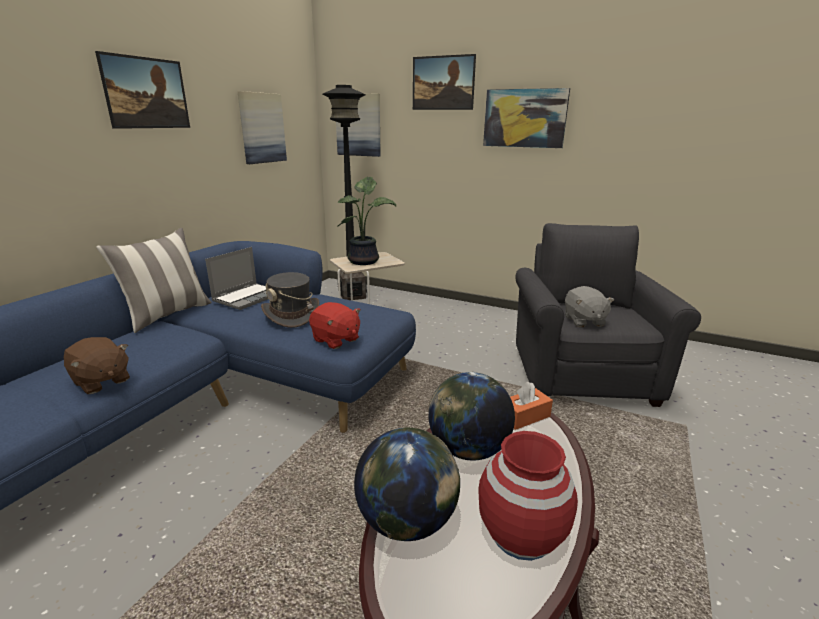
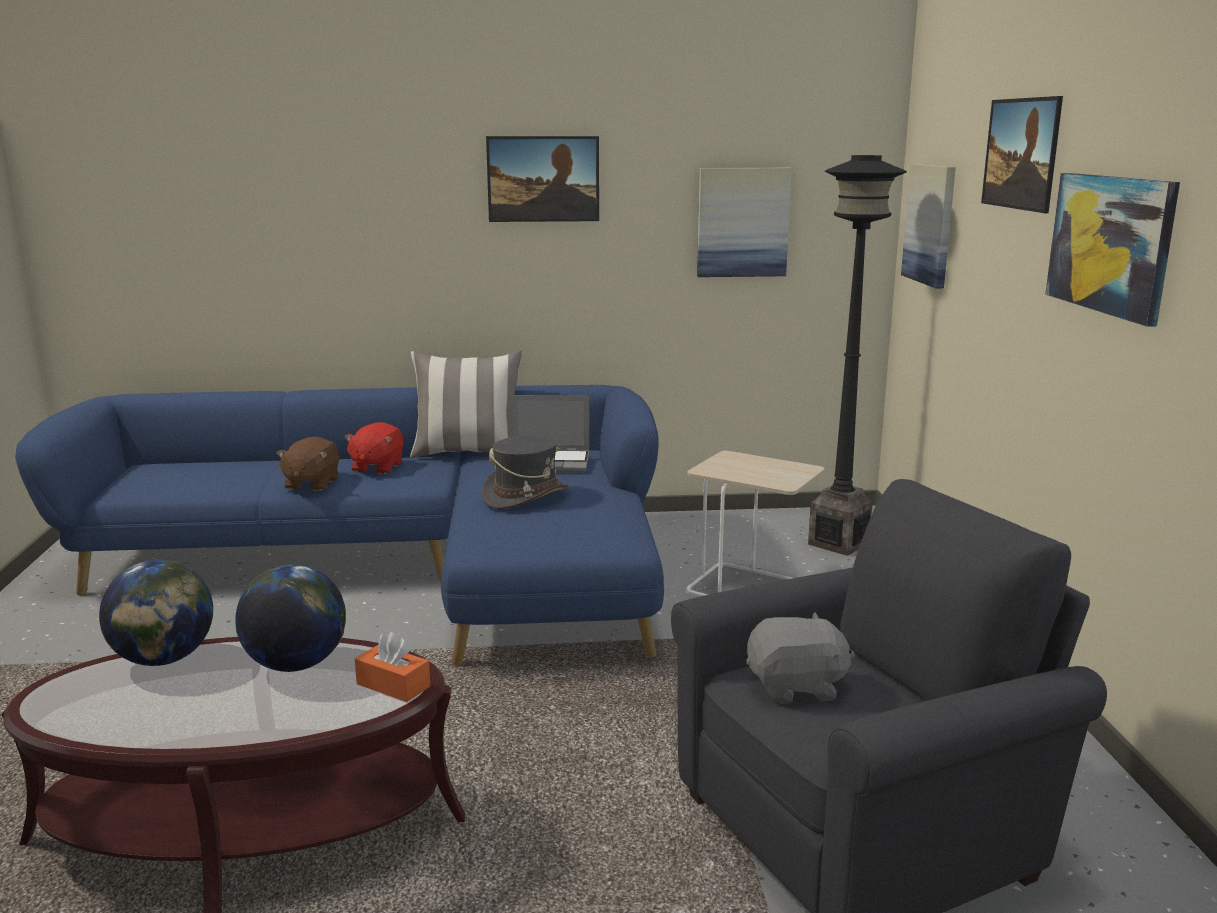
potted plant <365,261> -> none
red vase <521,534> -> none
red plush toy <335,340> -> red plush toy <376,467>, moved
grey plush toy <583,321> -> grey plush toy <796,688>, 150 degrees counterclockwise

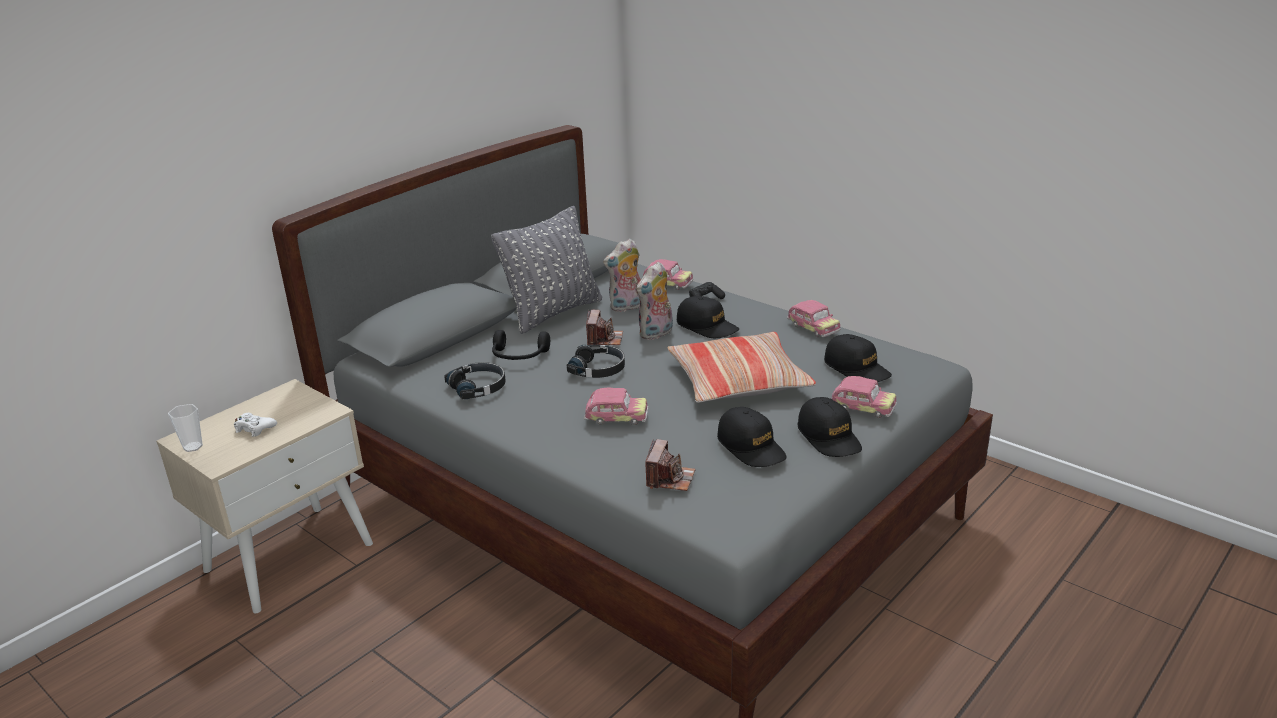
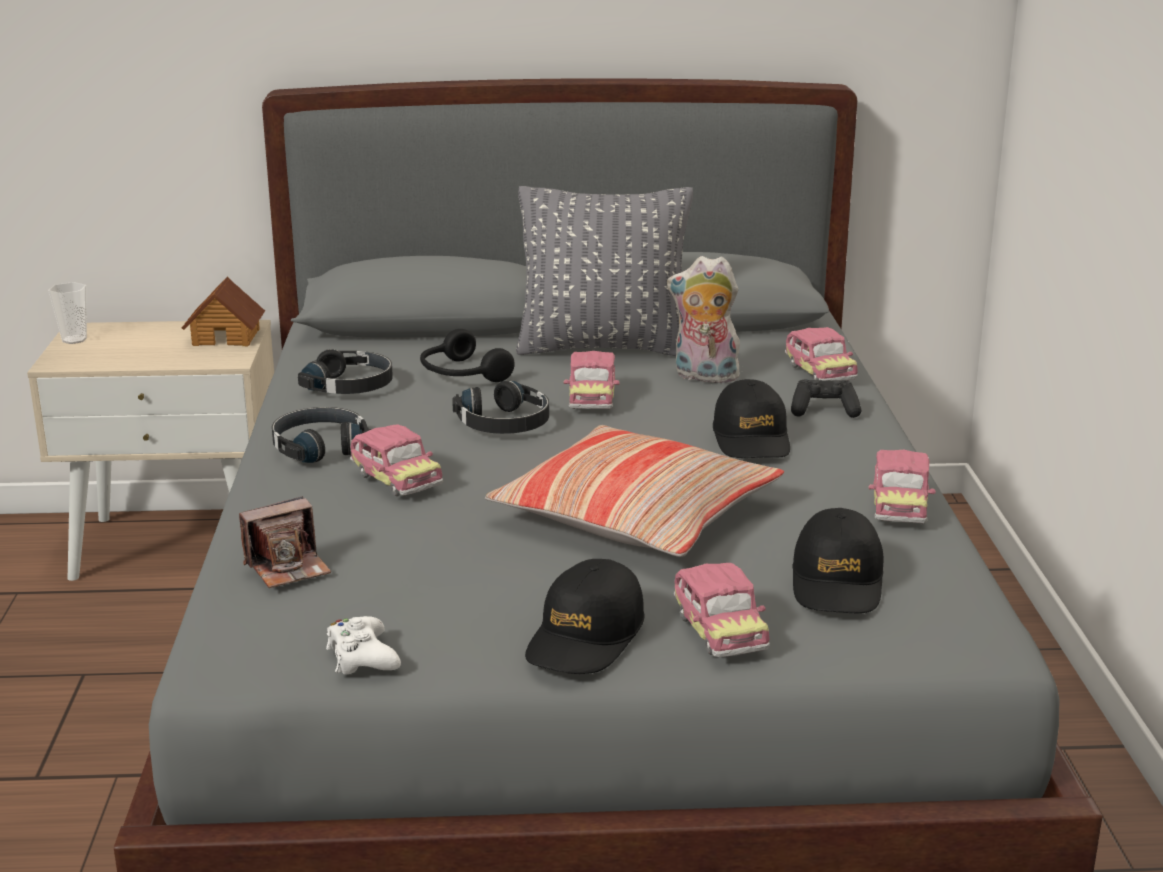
plush toy <656,334> -> none
black cap <751,447> -> none
none -> toy house <226,336>
none -> black headphones <319,447>
white game controller <254,428> -> white game controller <362,657>, moved
photo camera <604,339> -> toy car <592,398>

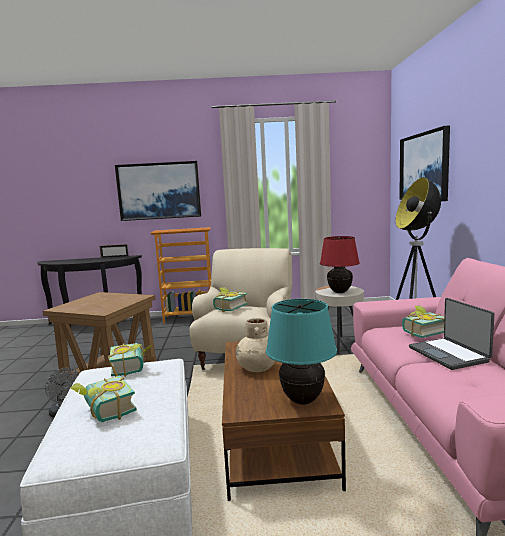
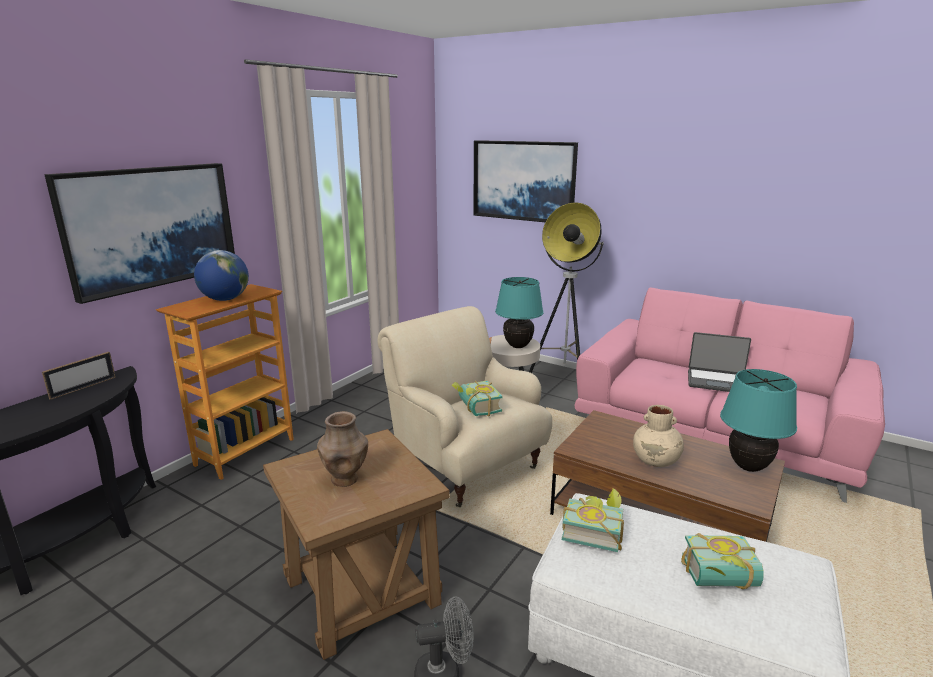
book <421,332> -> none
none -> globe <225,299>
none -> brown vase <345,479>
red table lamp <339,292> -> turquoise table lamp <517,346>

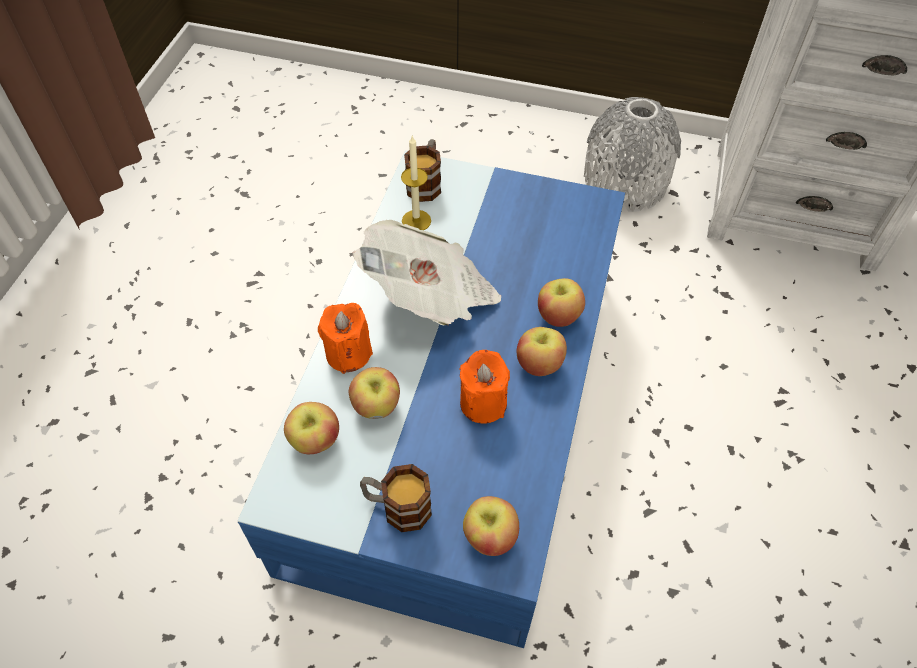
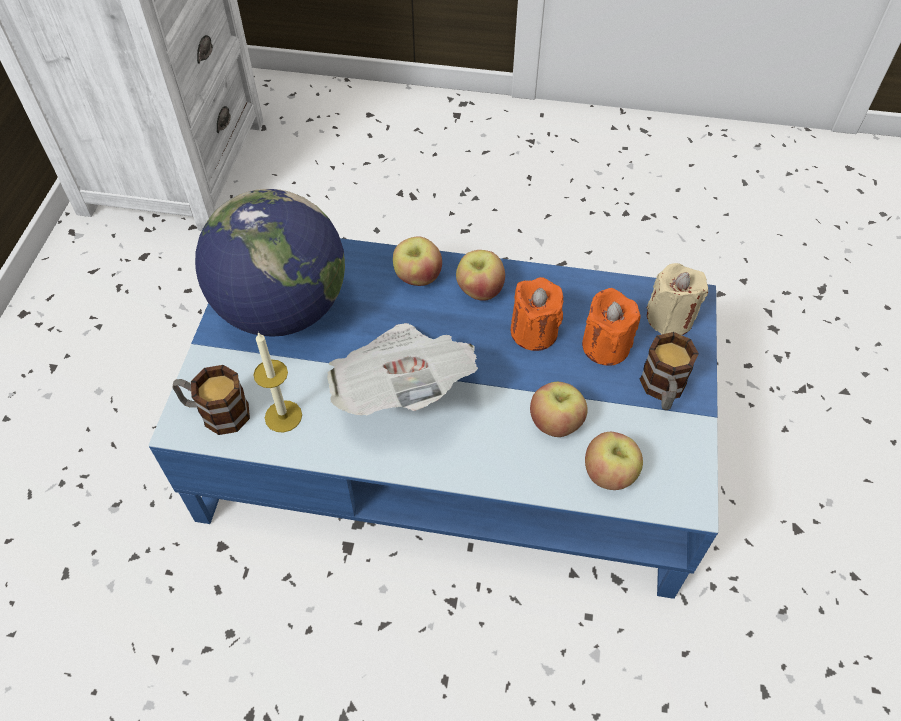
grey vase <625,182> -> none
none -> globe <282,309>
orange candle <348,353> -> orange candle <605,346>, moved
apple <490,536> -> beige candle <670,318>

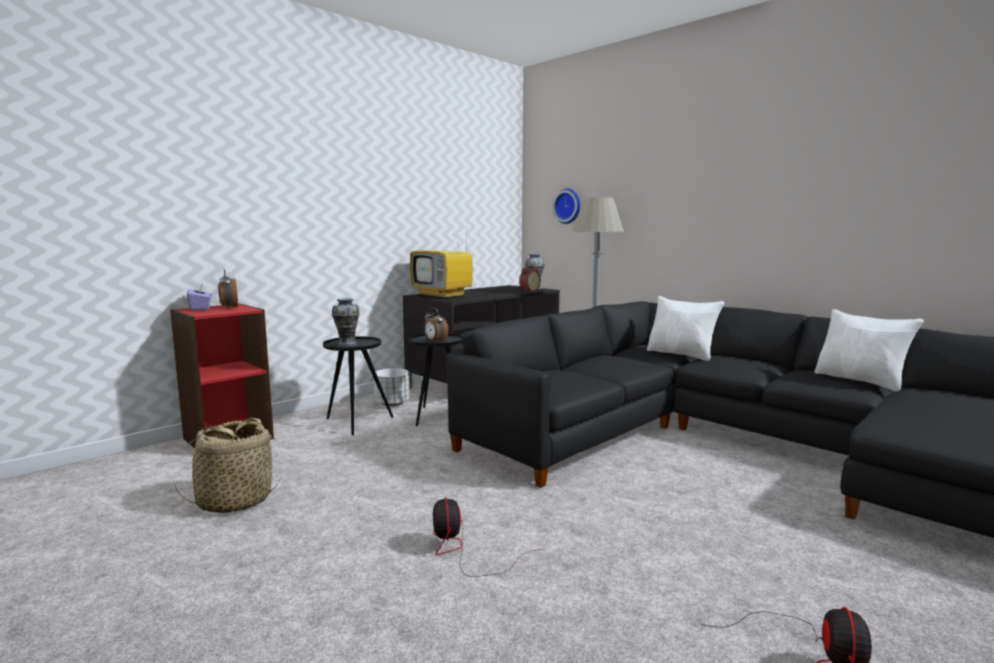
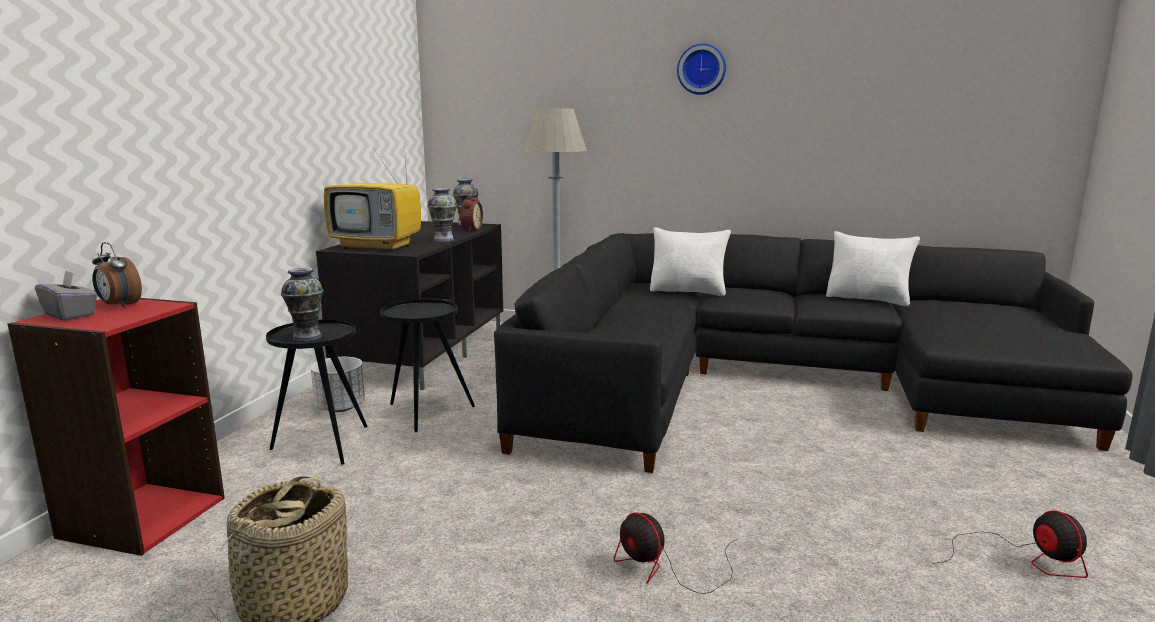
alarm clock <435,342> -> none
none -> vase <443,240>
wall clock <568,206> -> wall clock <701,69>, moved
purple tissue box <200,308> -> grey tissue box <71,315>

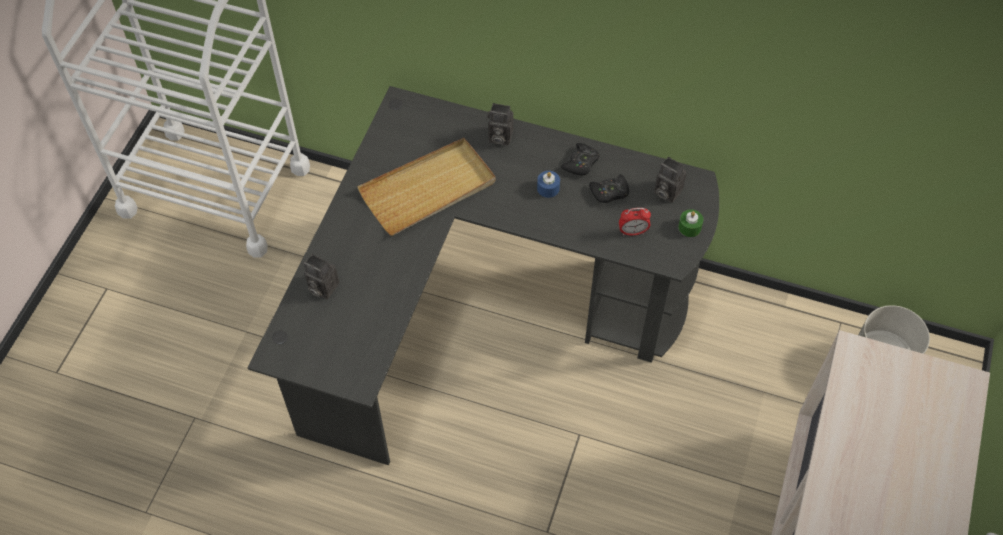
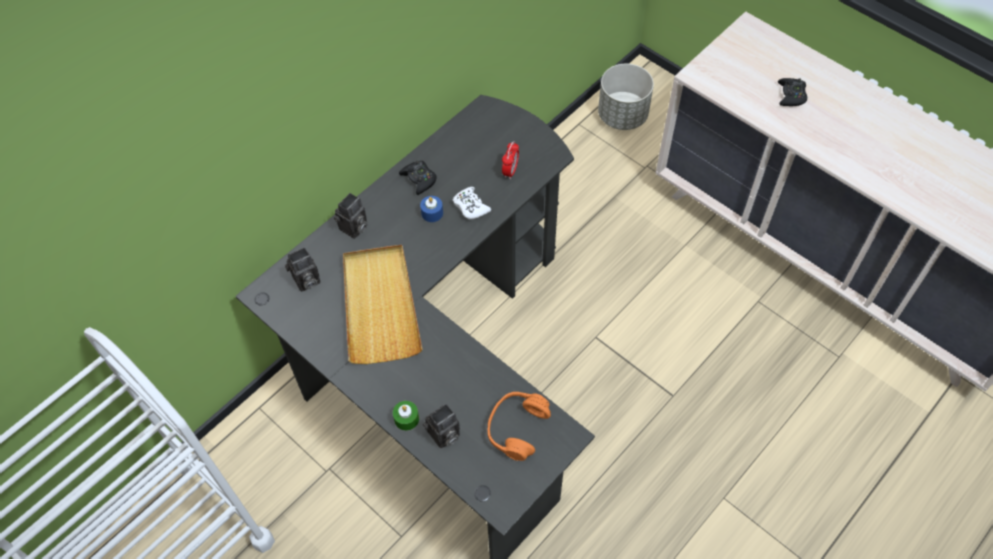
none -> white game controller <470,207>
none -> orange headphones <517,428>
black game controller <609,192> -> black game controller <791,95>, moved
photo camera <666,191> -> photo camera <306,281>, moved
green candle <689,227> -> green candle <406,419>, moved

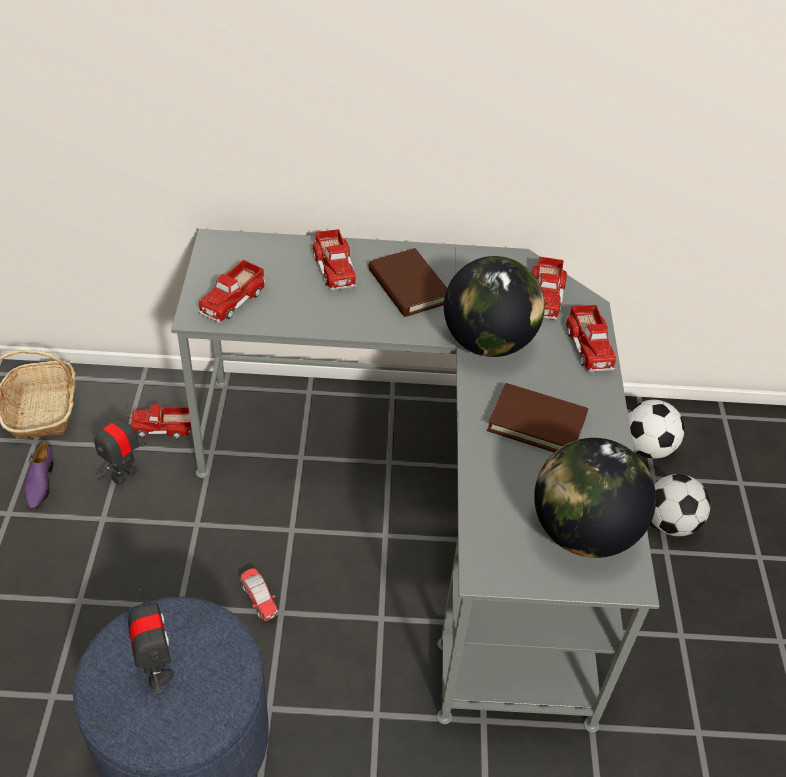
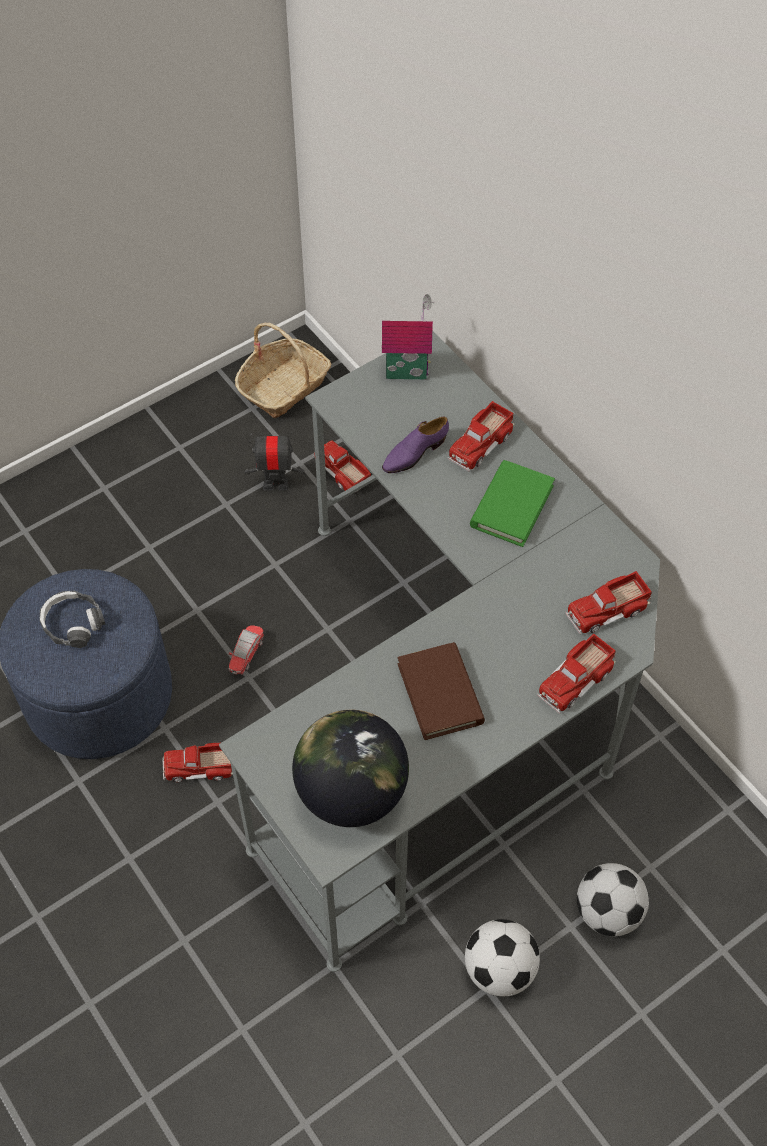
globe <488,342> -> none
none -> toy house <406,370>
purple shoe <40,484> -> purple shoe <414,453>, moved
toy truck <232,299> -> toy truck <200,766>, moved
football <647,447> -> football <499,969>, moved
toy robot <157,670> -> headphones <73,623>
brown book <408,286> -> green book <511,506>

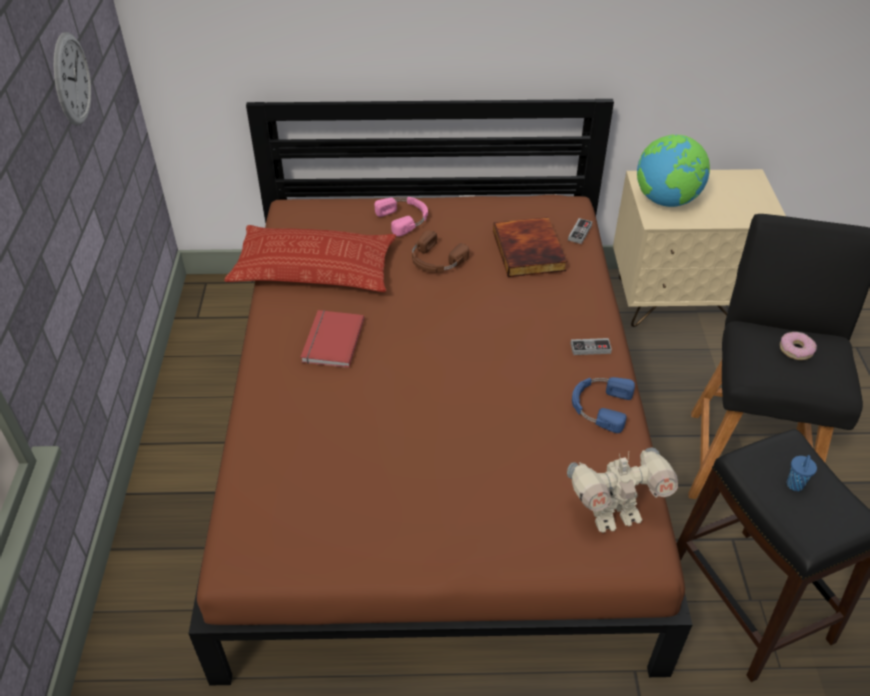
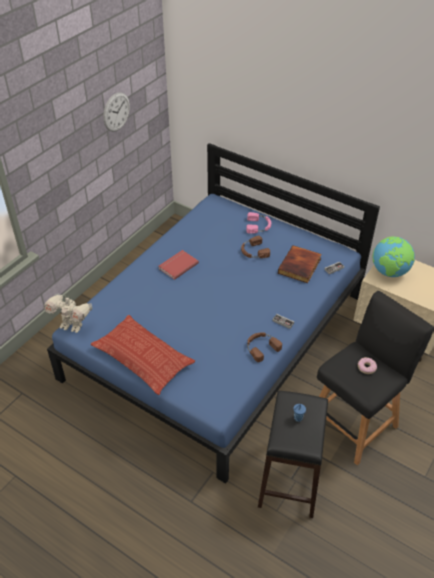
pillow <314,268> -> pillow <143,358>, moved
toy robot <613,515> -> toy robot <72,326>, moved
brown bed <436,438> -> blue bed <217,336>
blue headphones <599,406> -> brown headphones <261,347>

